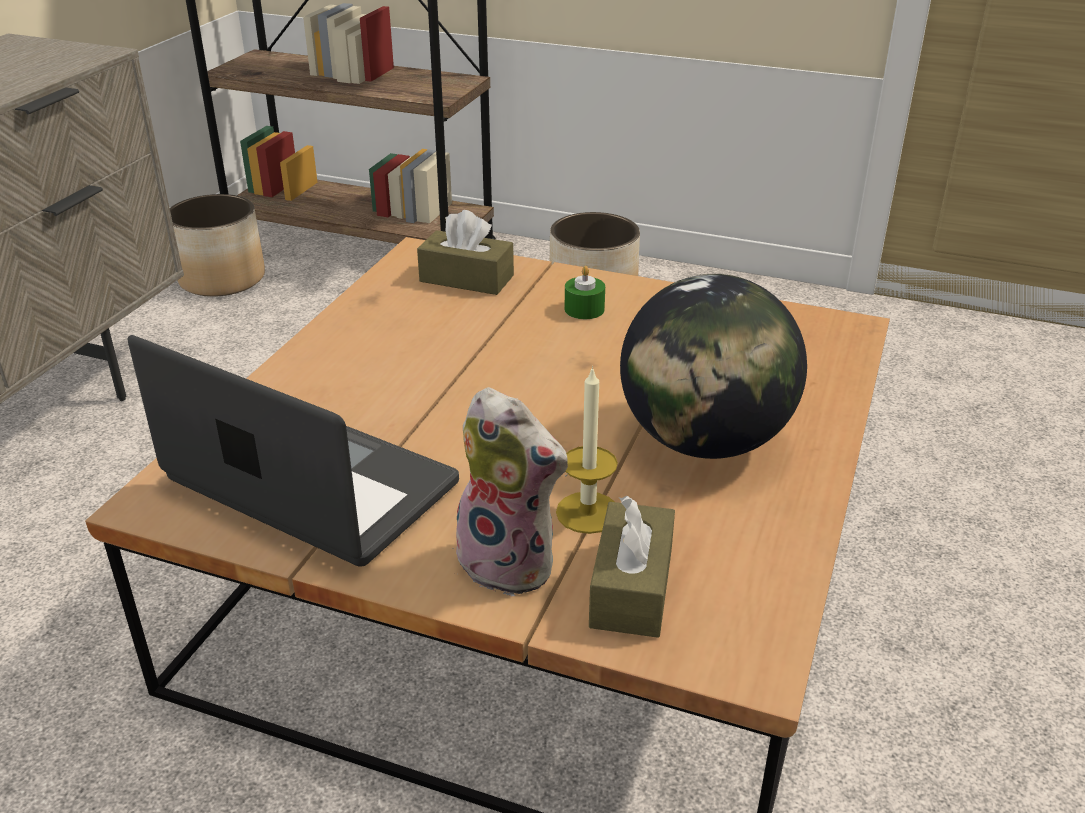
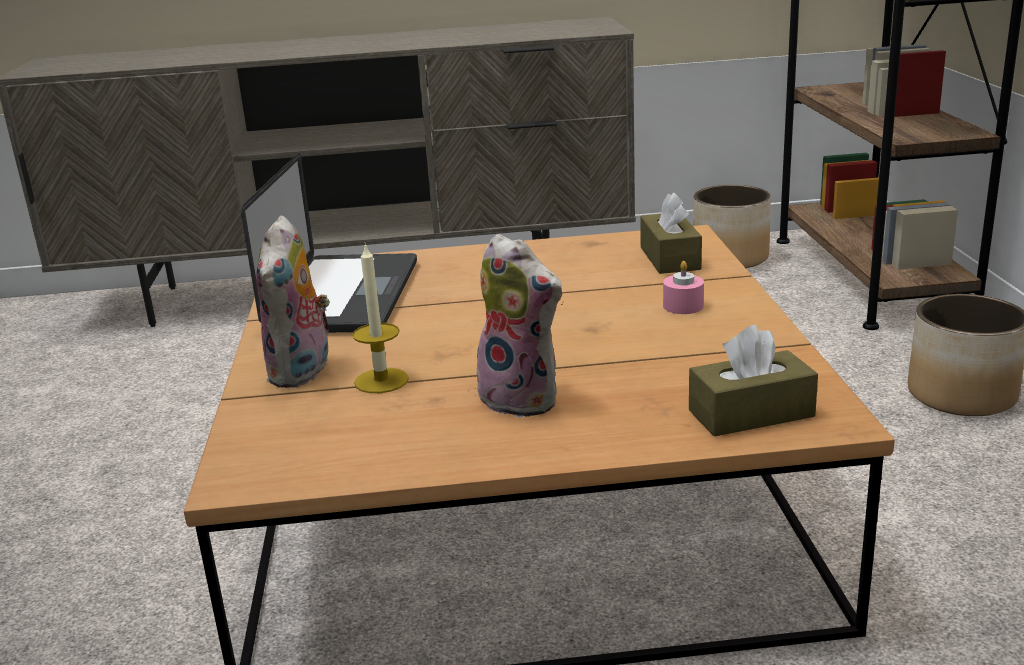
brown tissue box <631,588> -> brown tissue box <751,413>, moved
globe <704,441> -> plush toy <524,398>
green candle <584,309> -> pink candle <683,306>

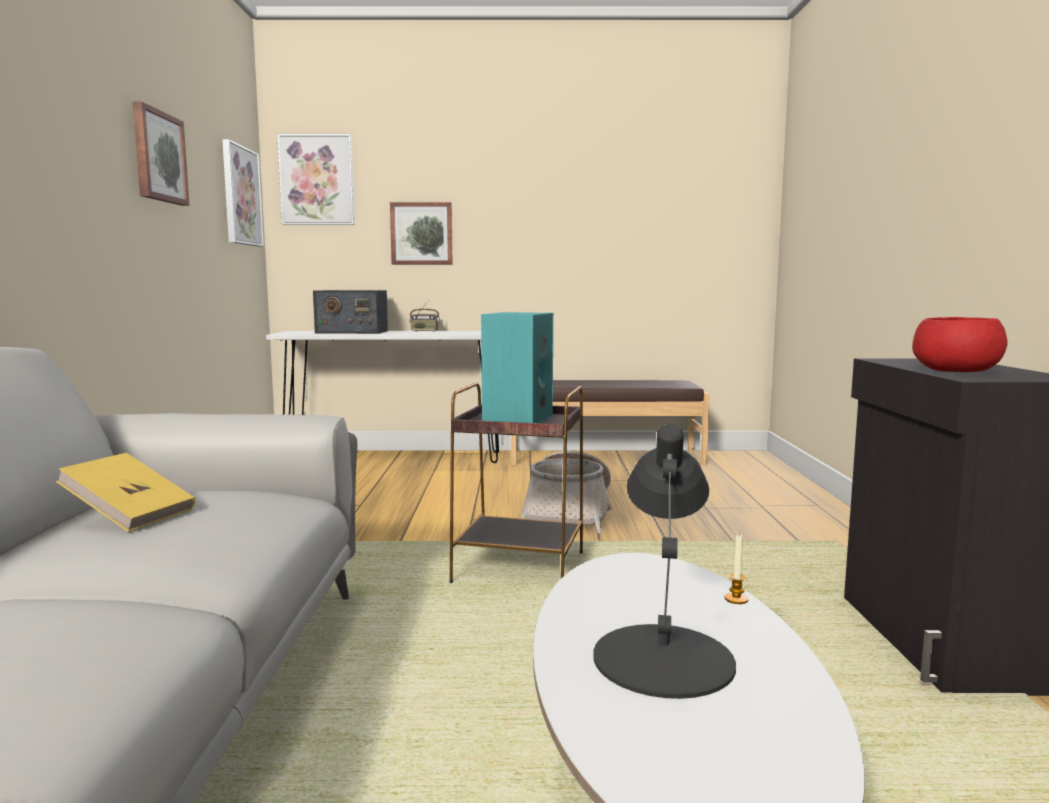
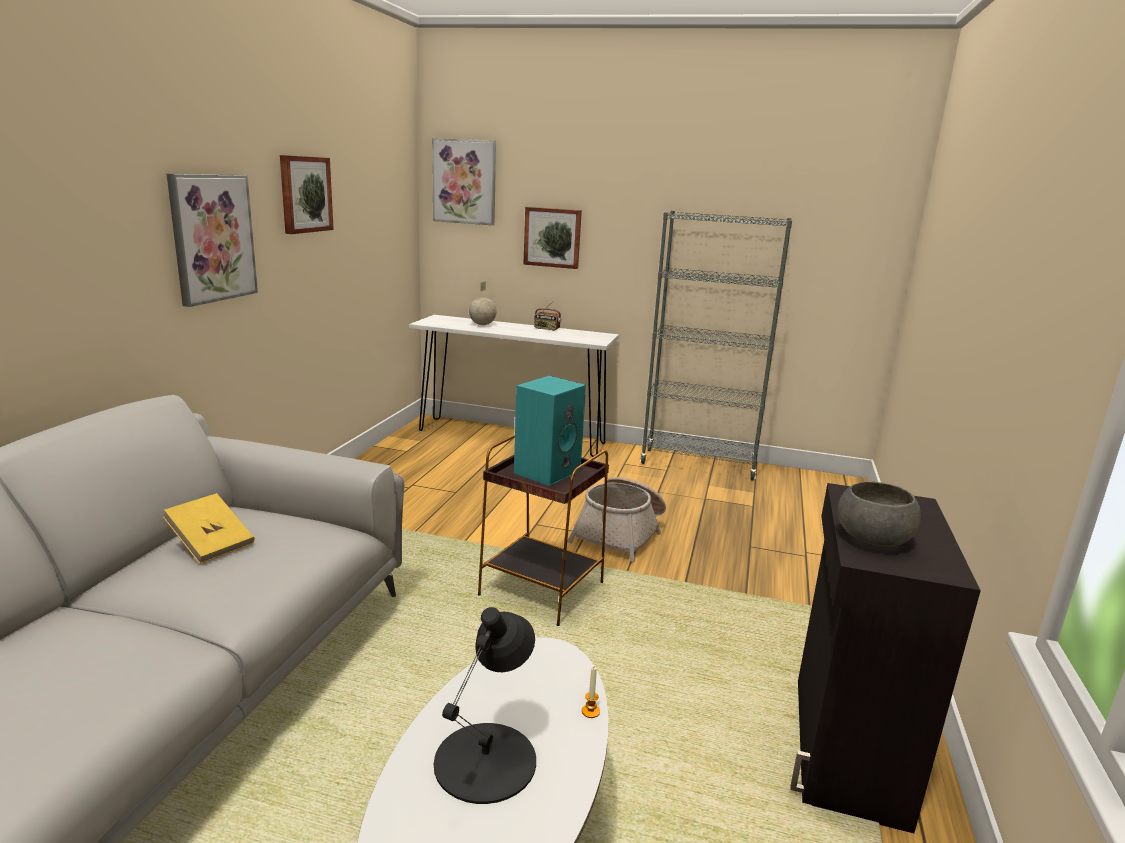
picture <241,196> -> picture <212,238>, moved
radio <351,332> -> globe <482,324>
brown bench <605,457> -> grey bookcase <698,464>
red bowl <954,371> -> grey bowl <872,537>

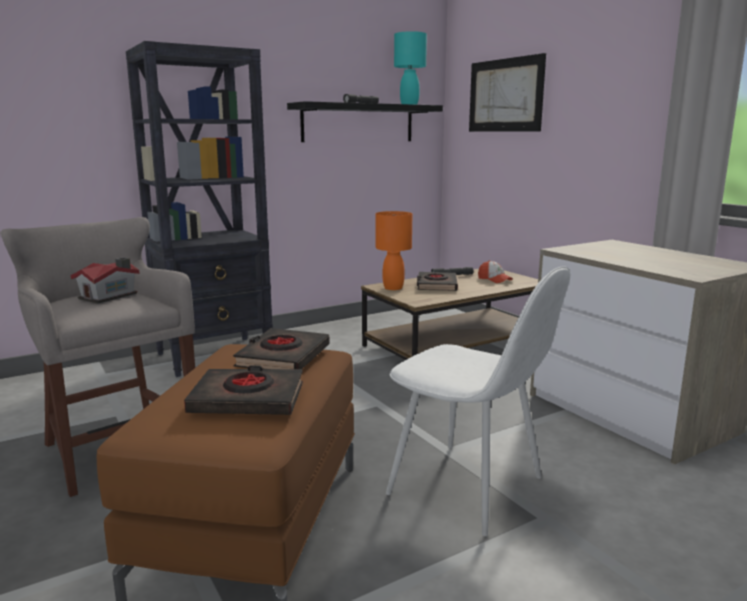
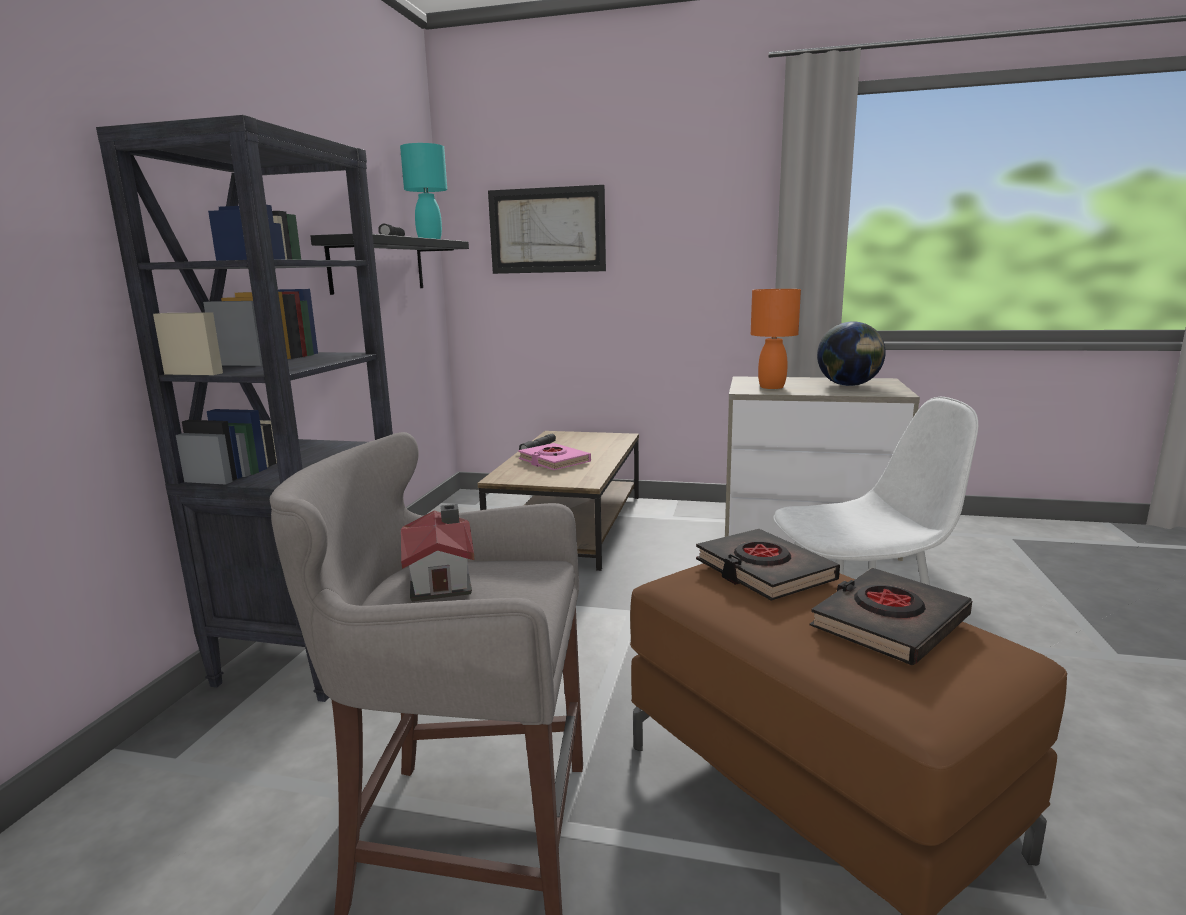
cap <494,280> -> none
none -> globe <848,385>
orange table lamp <393,288> -> orange table lamp <771,387>, moved
black book <436,285> -> pink book <554,461>

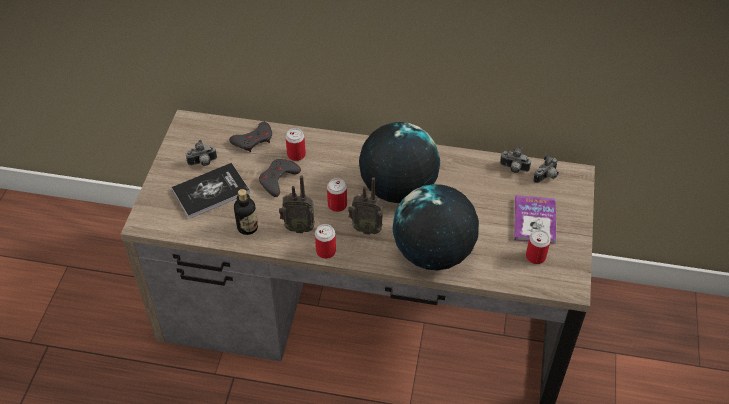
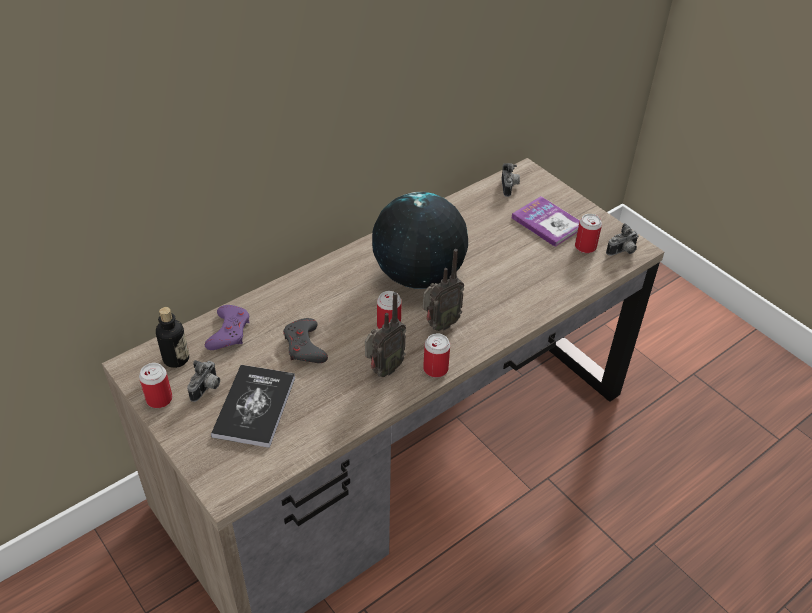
globe <433,253> -> none
bottle <247,227> -> bottle <176,358>, moved
can <296,155> -> can <159,399>, moved
photo camera <513,169> -> photo camera <622,252>, moved
grey game controller <253,140> -> purple game controller <229,331>

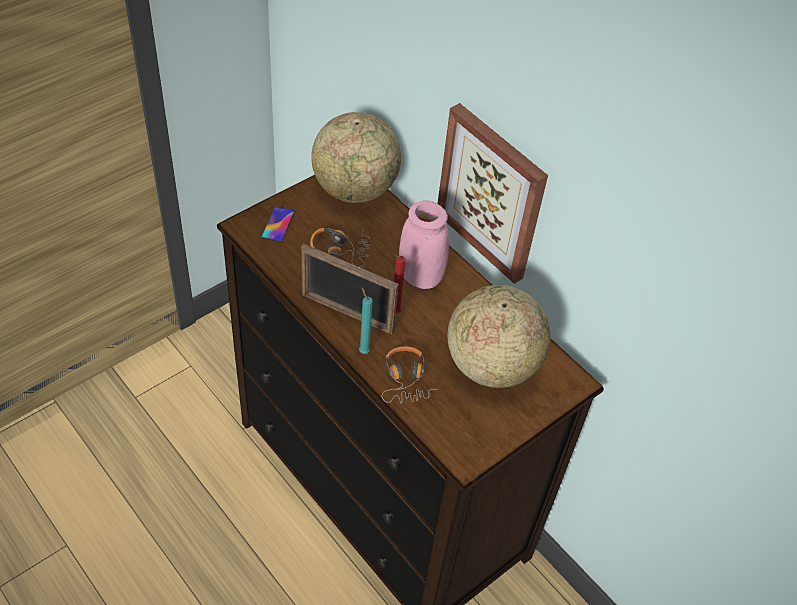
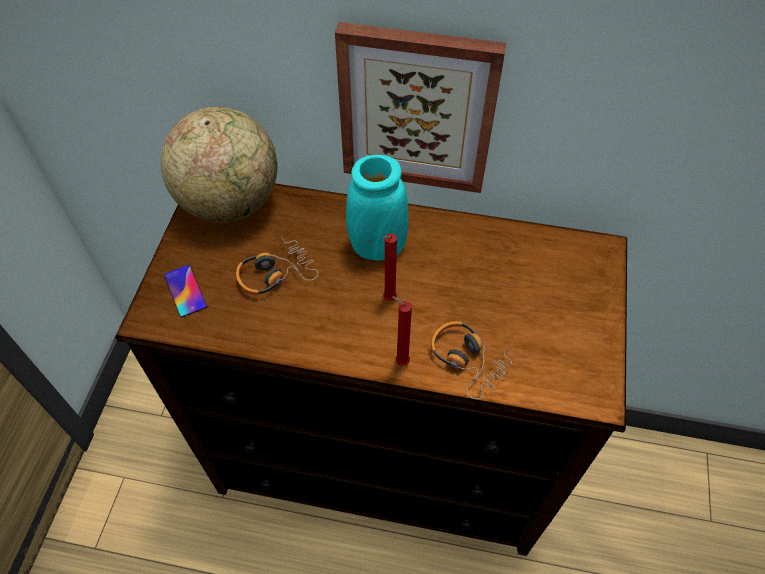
picture frame <347,313> -> none
globe <491,365> -> none
turquoise candle <363,350> -> red candle <400,361>
pink vase <420,276> -> turquoise vase <377,246>

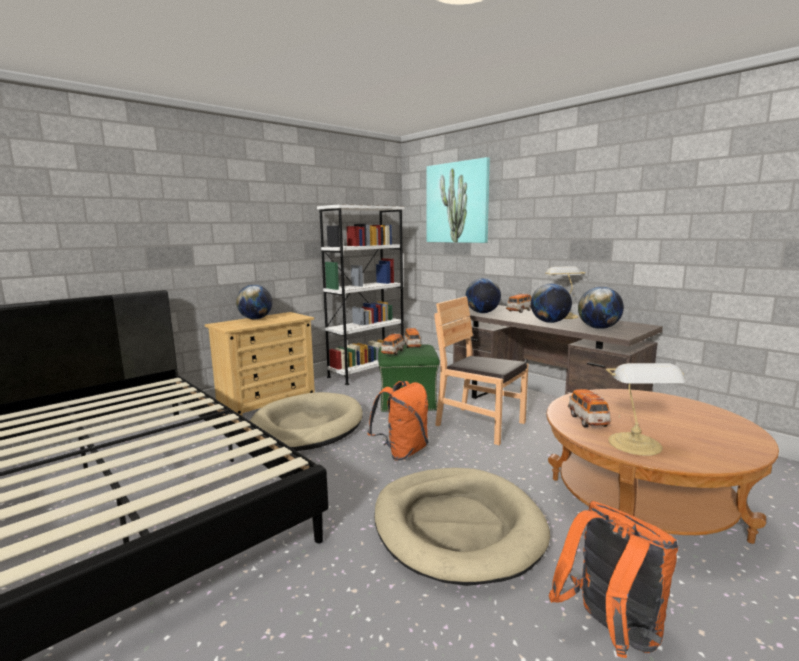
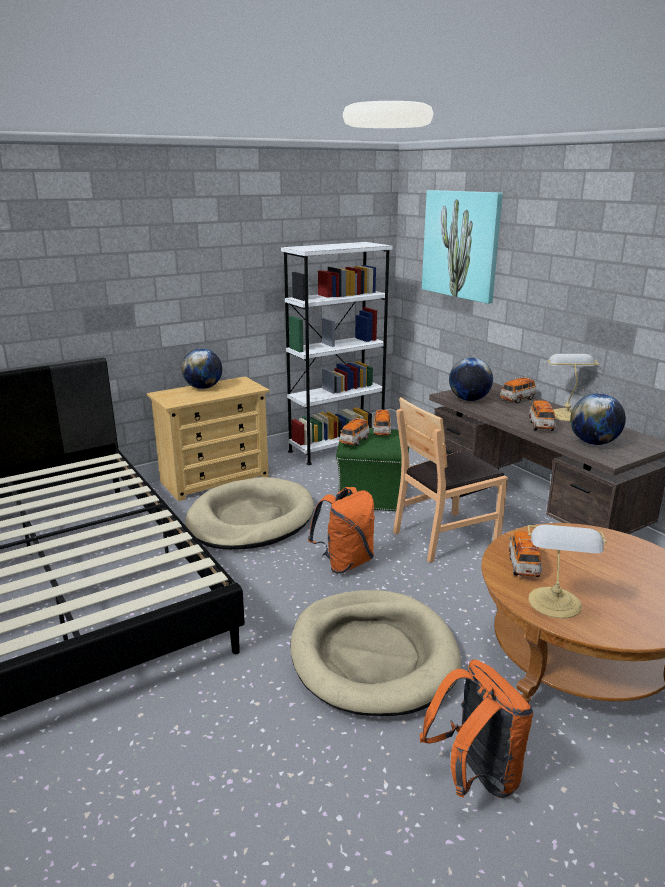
globe <550,322> -> toy car <541,426>
brown chair <480,424> -> brown chair <445,536>, 75 degrees counterclockwise

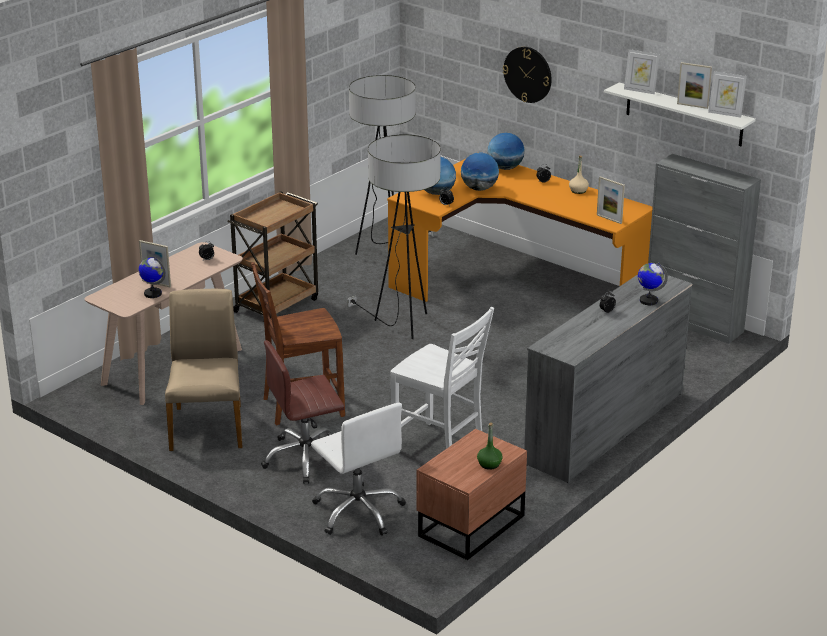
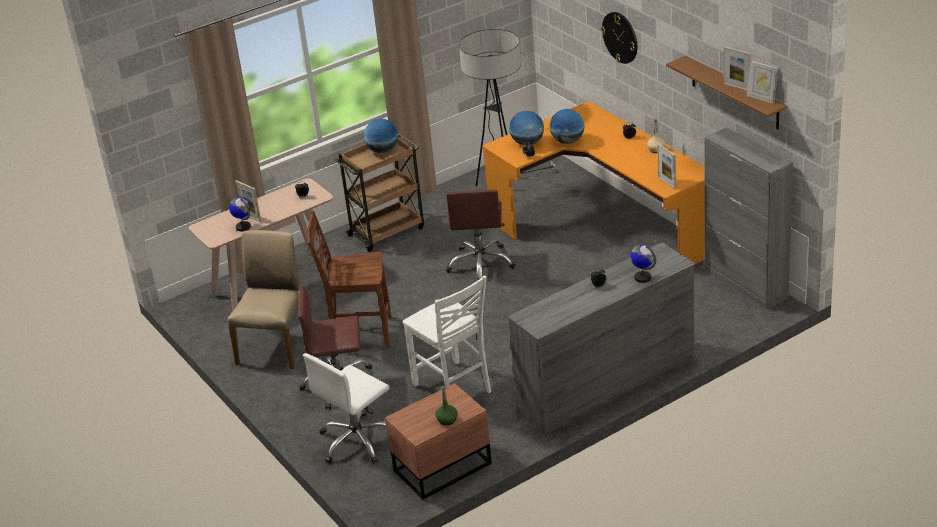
picture frame <640,90> -> none
globe <505,168> -> globe <382,150>, moved
floor lamp <401,327> -> brown office chair <481,264>
white shelf <684,115> -> brown shelf <734,93>
white office chair <358,511> -> white office chair <357,441>, 60 degrees clockwise

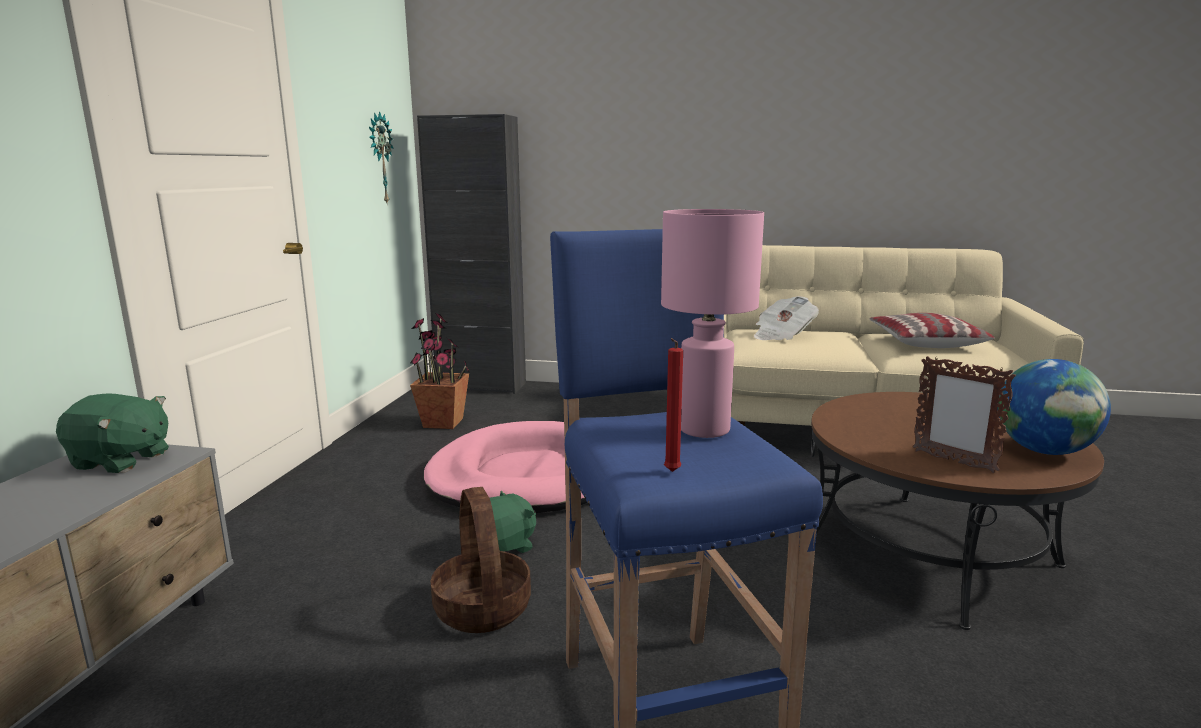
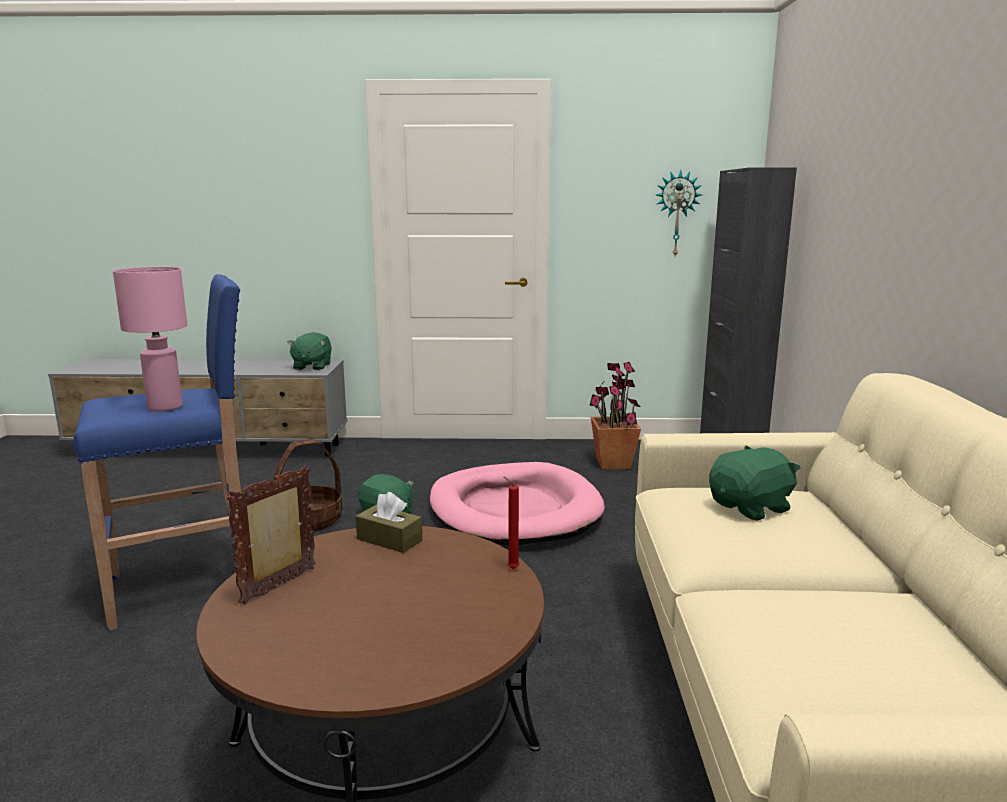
pillow <925,342> -> none
globe <1044,451> -> none
none -> brown tissue box <389,540>
red candle <671,472> -> red candle <511,568>, moved
newspaper <782,336> -> green plush toy <751,507>

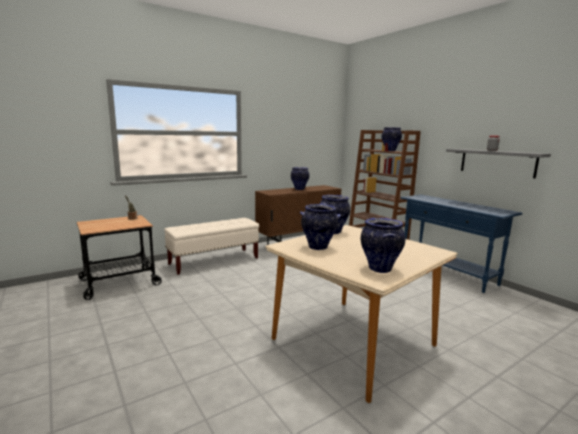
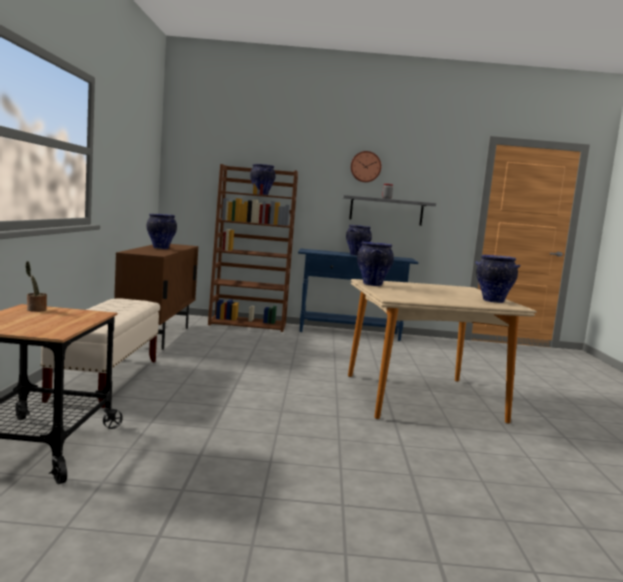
none -> wall clock <365,166>
vase <318,247> -> vase <357,255>, moved

